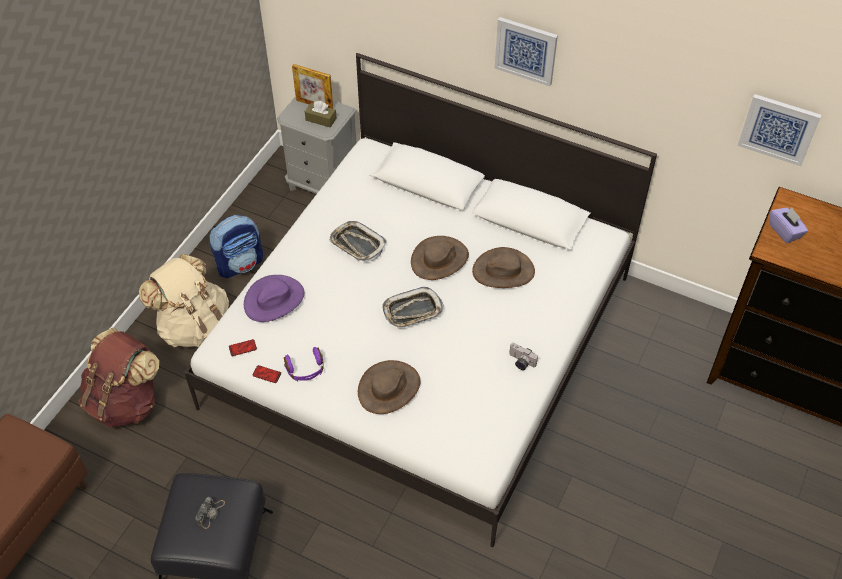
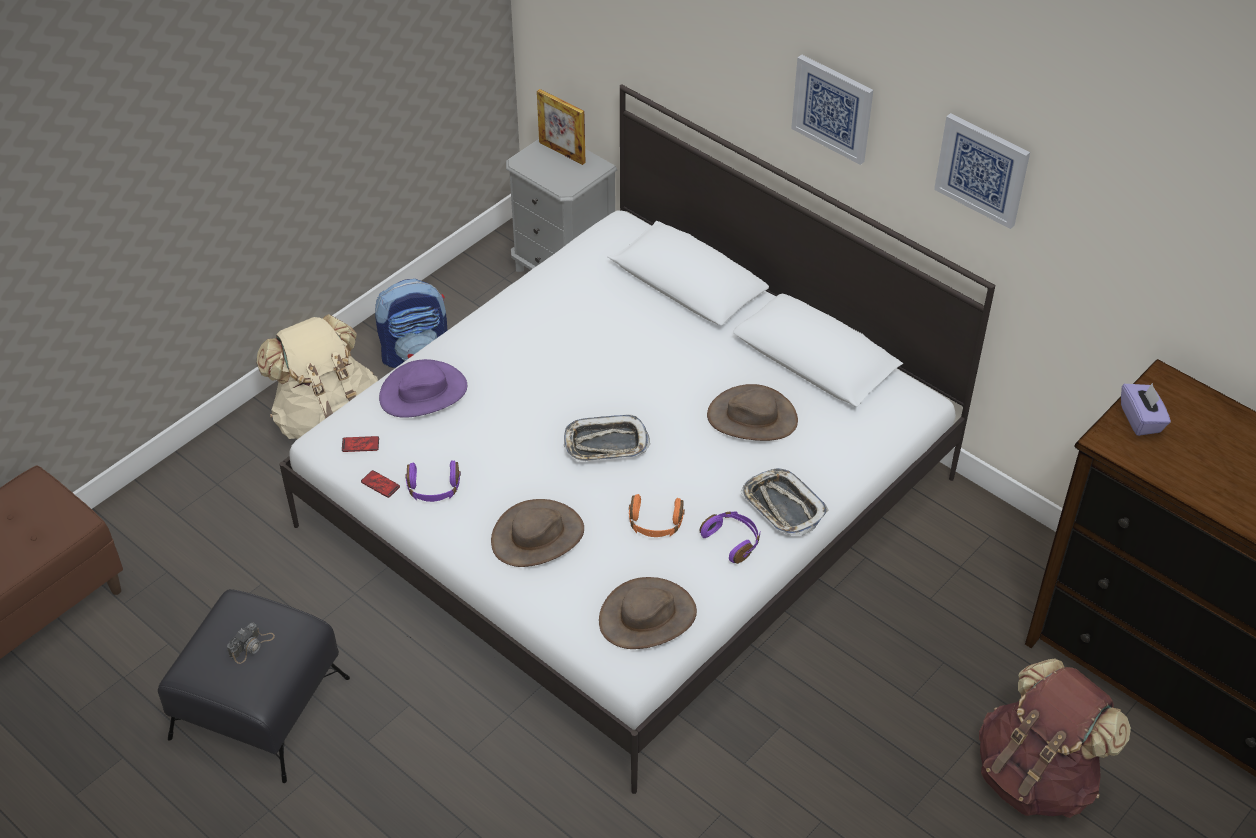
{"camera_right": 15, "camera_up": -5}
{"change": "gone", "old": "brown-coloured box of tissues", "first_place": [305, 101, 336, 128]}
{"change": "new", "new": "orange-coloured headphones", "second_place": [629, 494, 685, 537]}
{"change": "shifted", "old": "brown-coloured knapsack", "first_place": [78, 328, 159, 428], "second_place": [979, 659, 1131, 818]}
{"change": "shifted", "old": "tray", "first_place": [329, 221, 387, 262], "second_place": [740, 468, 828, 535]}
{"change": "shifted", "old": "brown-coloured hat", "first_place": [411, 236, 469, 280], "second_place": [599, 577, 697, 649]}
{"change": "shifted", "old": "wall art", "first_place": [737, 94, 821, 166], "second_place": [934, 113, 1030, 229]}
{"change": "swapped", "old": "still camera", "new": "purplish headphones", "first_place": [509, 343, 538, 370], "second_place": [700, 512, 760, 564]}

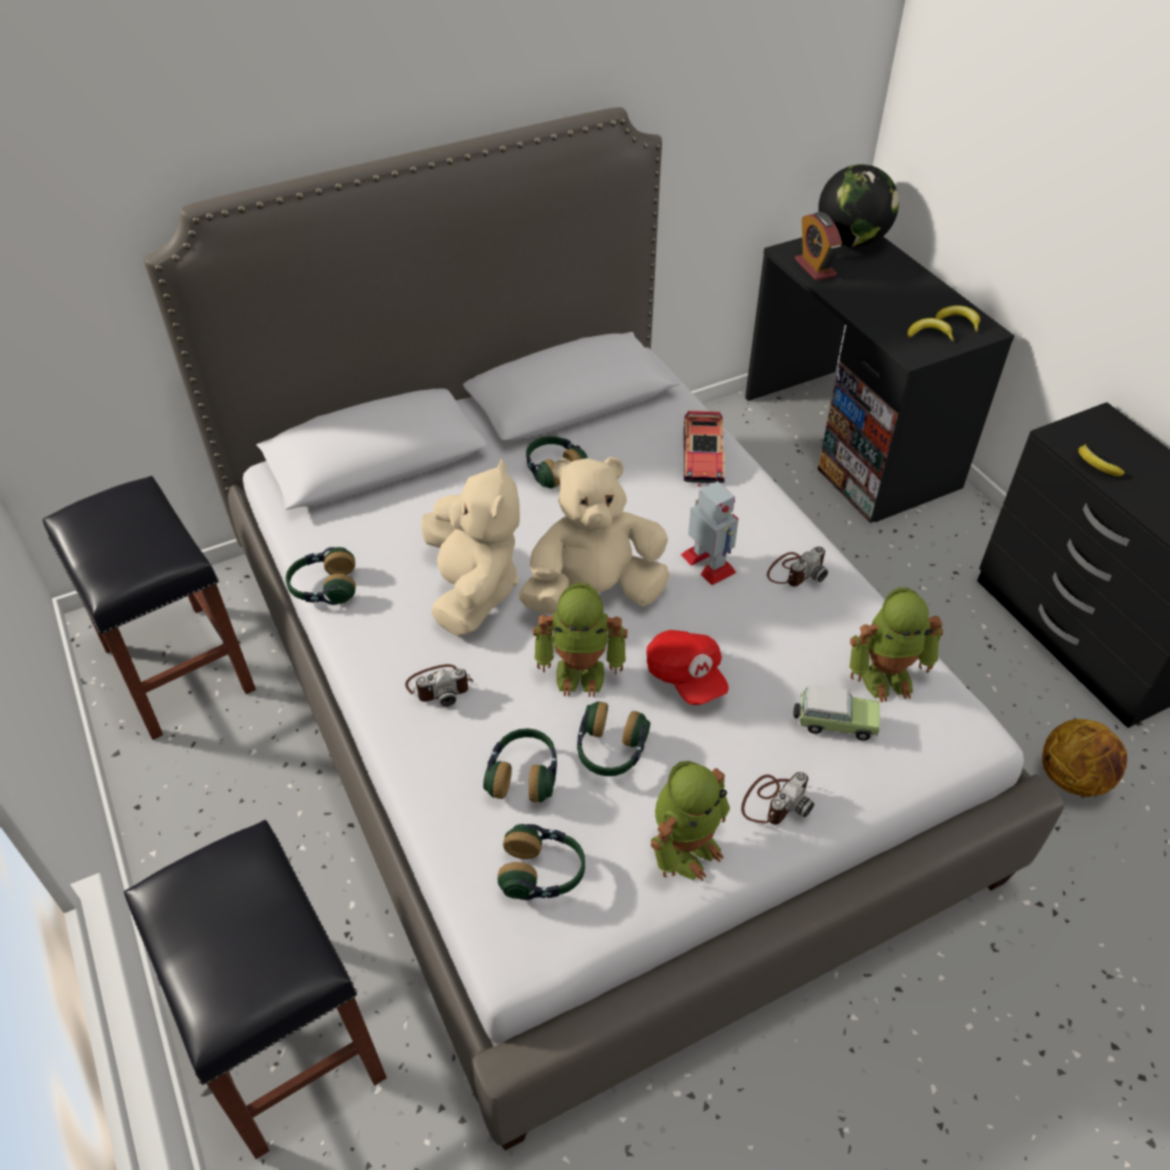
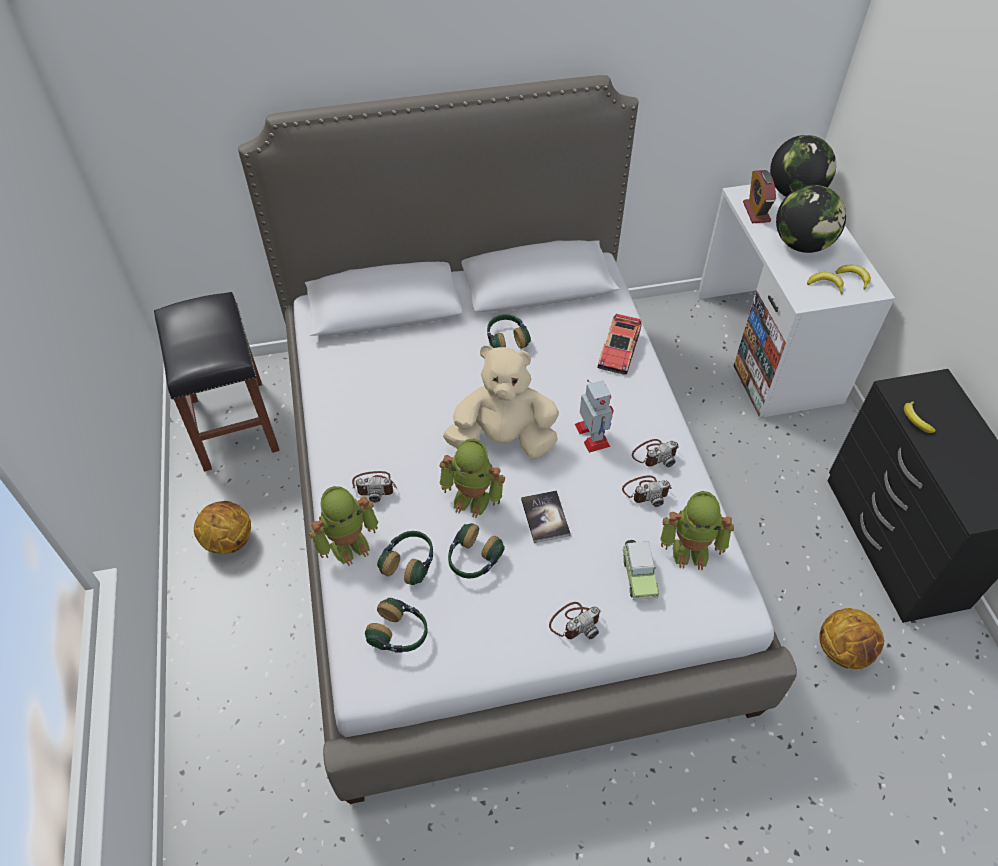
{"camera_right": 15, "camera_up": 5}
{"change": "gone", "old": "black-coloured sitting stool", "first_place": [124, 820, 387, 1159]}
{"change": "gone", "old": "headphones", "first_place": [286, 547, 356, 605]}
{"change": "gone", "old": "sand-coloured soft toy", "first_place": [421, 458, 520, 636]}
{"change": "new", "new": "ball for basketball", "second_place": [194, 501, 251, 554]}
{"change": "new", "new": "still camera", "second_place": [622, 476, 672, 507]}
{"change": "new", "new": "globe", "second_place": [776, 185, 846, 253]}
{"change": "shifted", "old": "model robot", "first_place": [651, 761, 730, 881], "second_place": [309, 486, 378, 566]}
{"change": "swapped", "old": "reddish cap", "new": "bound book", "first_place": [646, 630, 729, 705], "second_place": [521, 490, 571, 543]}
{"change": "repainted", "old": "black-coloured desk unit", "new": "white-coloured desk unit", "first_place": [745, 237, 1014, 523], "second_place": [697, 184, 895, 417]}
{"change": "rotated", "old": "toy car", "first_place": [793, 685, 880, 740], "second_place": [622, 540, 659, 600], "degrees": 60}

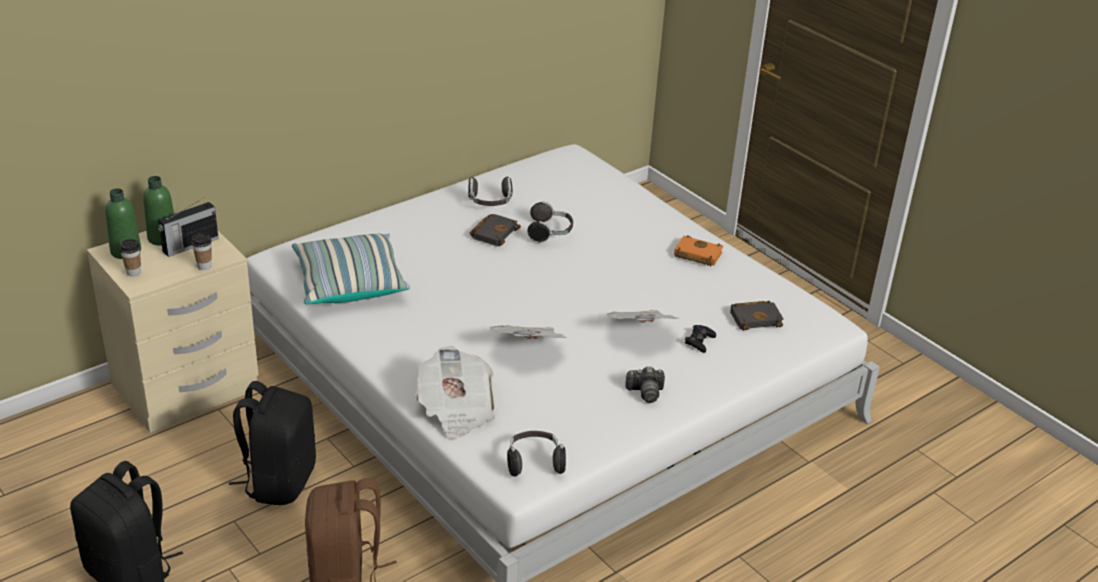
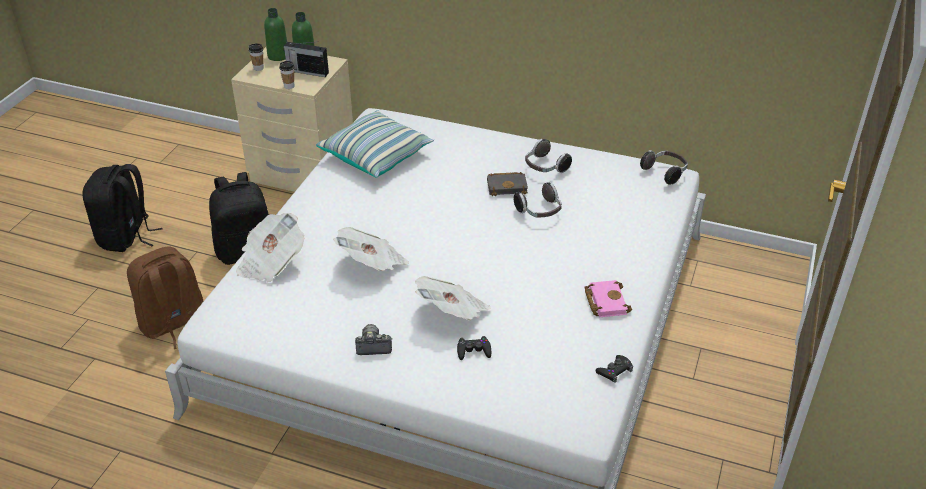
{"camera_right": 60, "camera_up": 5}
{"change": "gone", "old": "black-coloured bound book", "first_place": [730, 301, 784, 330]}
{"change": "new", "new": "black-coloured gamepad", "second_place": [596, 355, 633, 383]}
{"change": "shifted", "old": "headphones", "first_place": [507, 431, 566, 477], "second_place": [640, 150, 688, 185]}
{"change": "repainted", "old": "orange-coloured bound book", "new": "pink bound book", "first_place": [674, 235, 723, 266], "second_place": [584, 280, 632, 317]}
{"change": "rotated", "old": "still camera", "first_place": [625, 367, 665, 403], "second_place": [355, 324, 393, 355], "degrees": 120}

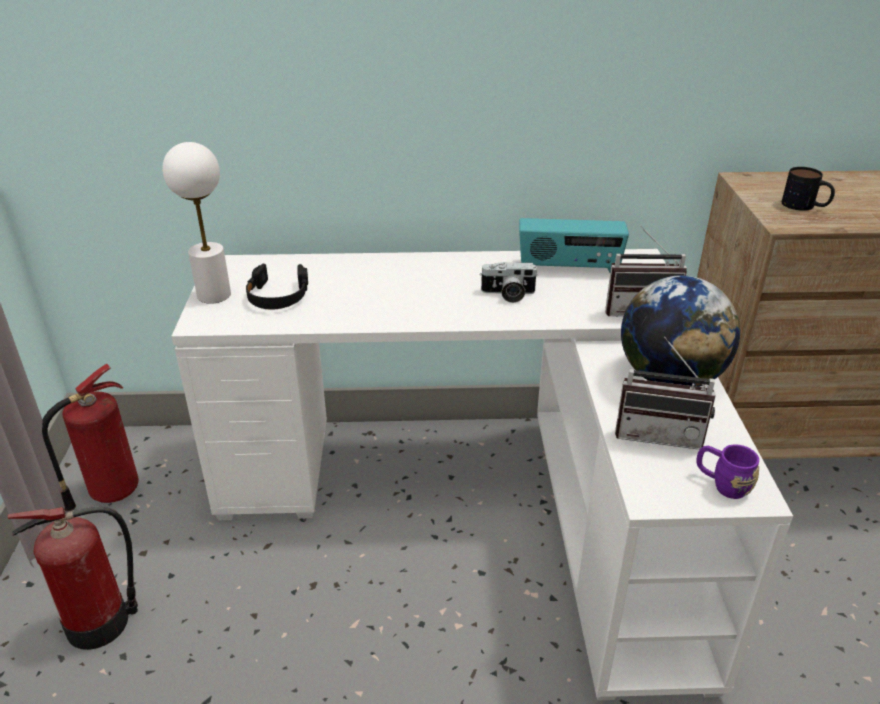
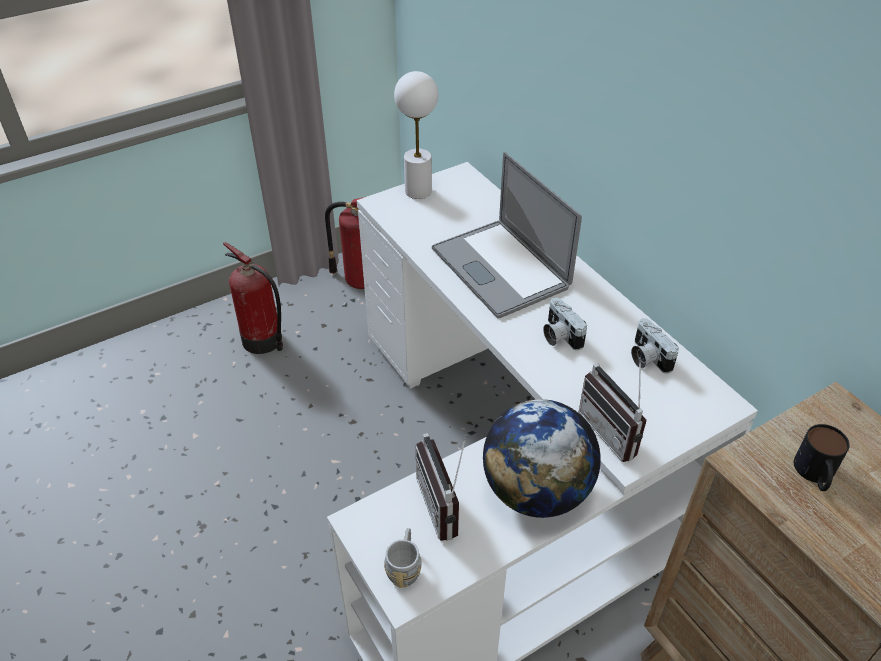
{"camera_right": 60, "camera_up": 10}
{"change": "gone", "old": "black-coloured headphones", "first_place": [246, 264, 308, 310]}
{"change": "new", "new": "laptop", "second_place": [432, 152, 582, 318]}
{"change": "swapped", "old": "radio", "new": "still camera", "first_place": [519, 218, 629, 273], "second_place": [631, 318, 679, 374]}
{"change": "repainted", "old": "purplish mug", "new": "gray mug", "first_place": [696, 444, 759, 499], "second_place": [384, 528, 421, 588]}

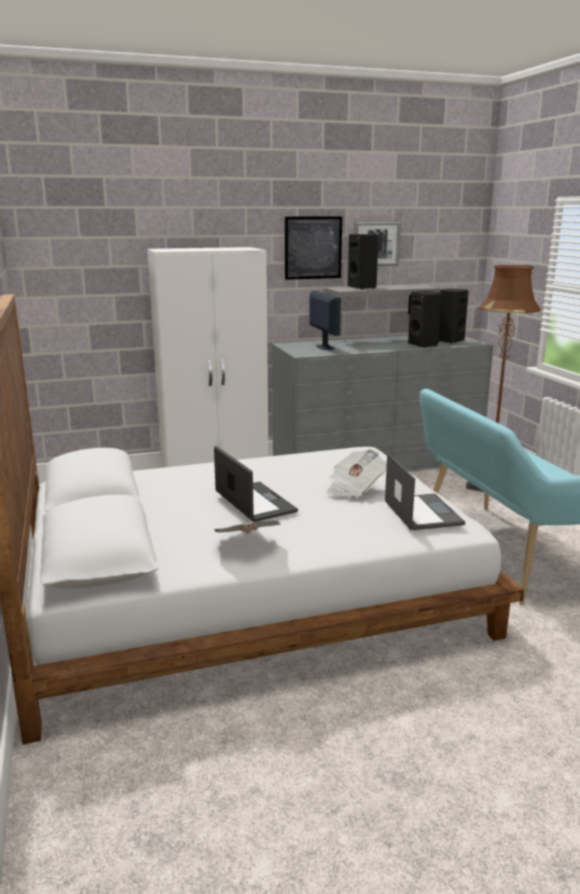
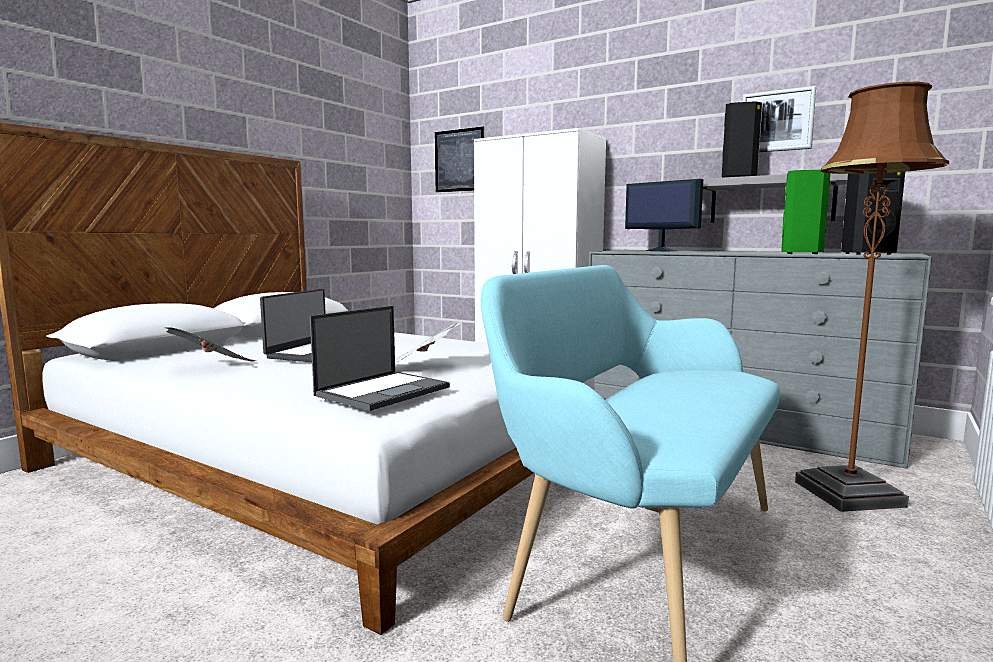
{"camera_right": 50, "camera_up": -10}
{"change": "shifted", "old": "wall art", "first_place": [285, 216, 342, 280], "second_place": [435, 127, 484, 192]}
{"change": "repainted", "old": "black-coloured loudspeaker", "new": "greenish loudspeaker", "first_place": [408, 291, 442, 348], "second_place": [781, 170, 830, 254]}
{"change": "rotated", "old": "computer screen", "first_place": [309, 291, 341, 350], "second_place": [625, 179, 703, 251], "degrees": -75}

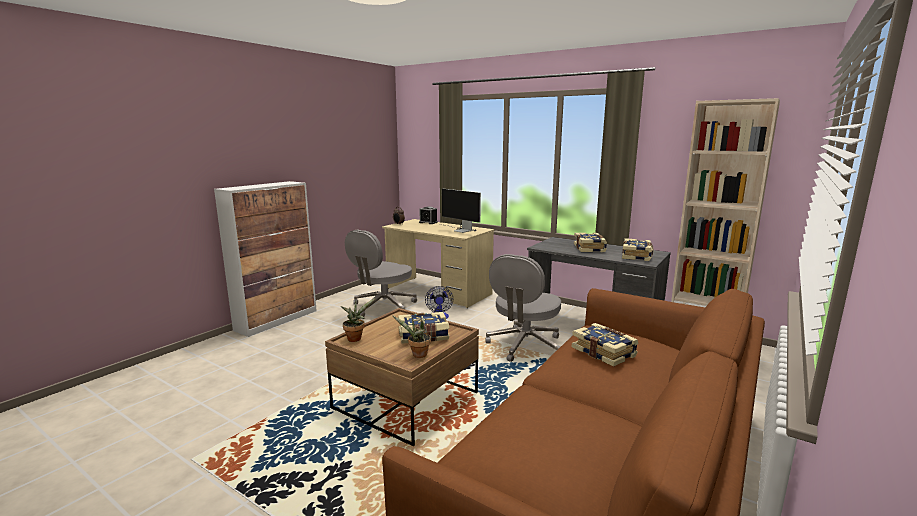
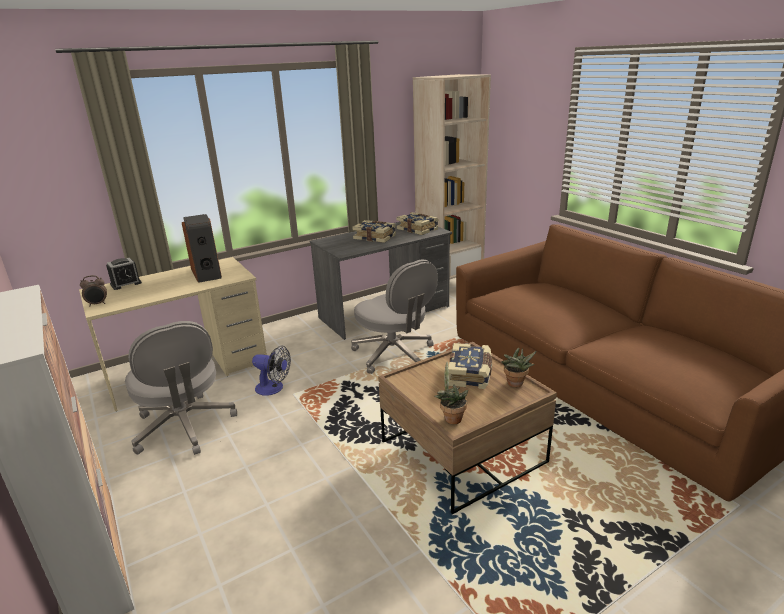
{"camera_right": -65, "camera_up": 10}
{"change": "gone", "old": "bound book", "first_place": [572, 323, 638, 367]}
{"change": "swapped", "old": "computer screen", "new": "loudspeaker", "first_place": [439, 189, 481, 233], "second_place": [182, 214, 222, 283]}

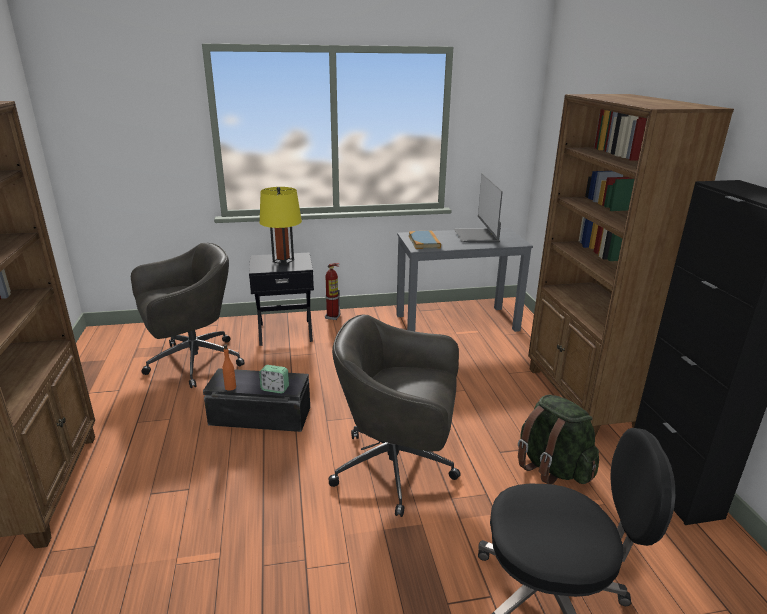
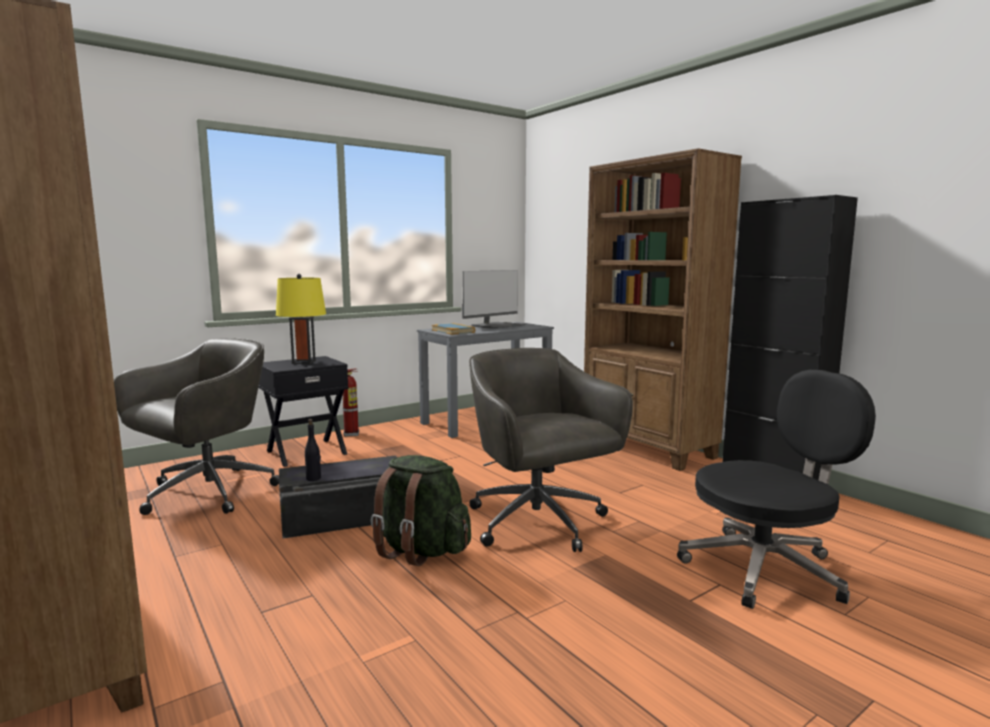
{"camera_right": -25, "camera_up": -15}
{"change": "gone", "old": "alarm clock", "first_place": [259, 365, 289, 393]}
{"change": "shifted", "old": "greenish knapsack", "first_place": [518, 395, 599, 484], "second_place": [371, 455, 471, 566]}
{"change": "repainted", "old": "orange-coloured drink bottle", "new": "black-coloured drink bottle", "first_place": [222, 345, 236, 391], "second_place": [305, 419, 321, 481]}
{"change": "rotated", "old": "gray office chair", "first_place": [328, 315, 461, 517], "second_place": [469, 348, 633, 552], "degrees": 75}
{"change": "rotated", "old": "computer screen", "first_place": [454, 174, 503, 243], "second_place": [462, 270, 526, 329], "degrees": -105}

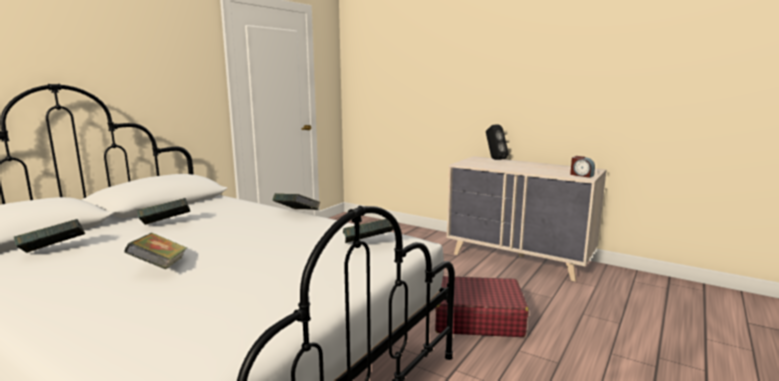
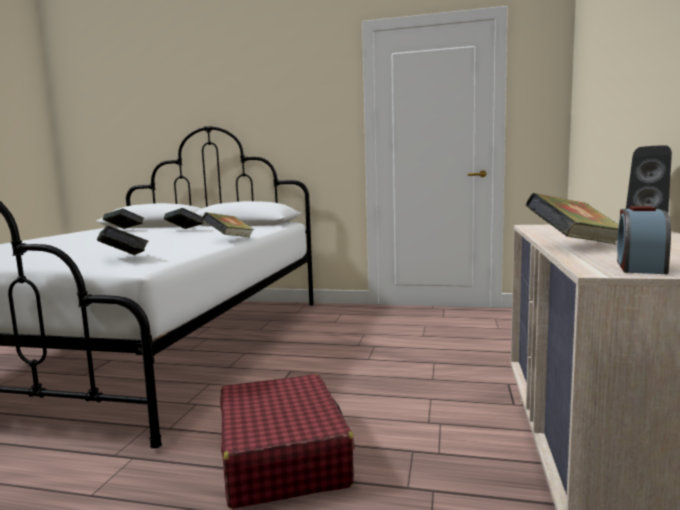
{"camera_right": 70, "camera_up": -5}
{"change": "shifted", "old": "bound book", "first_place": [124, 233, 187, 269], "second_place": [526, 193, 619, 244]}

